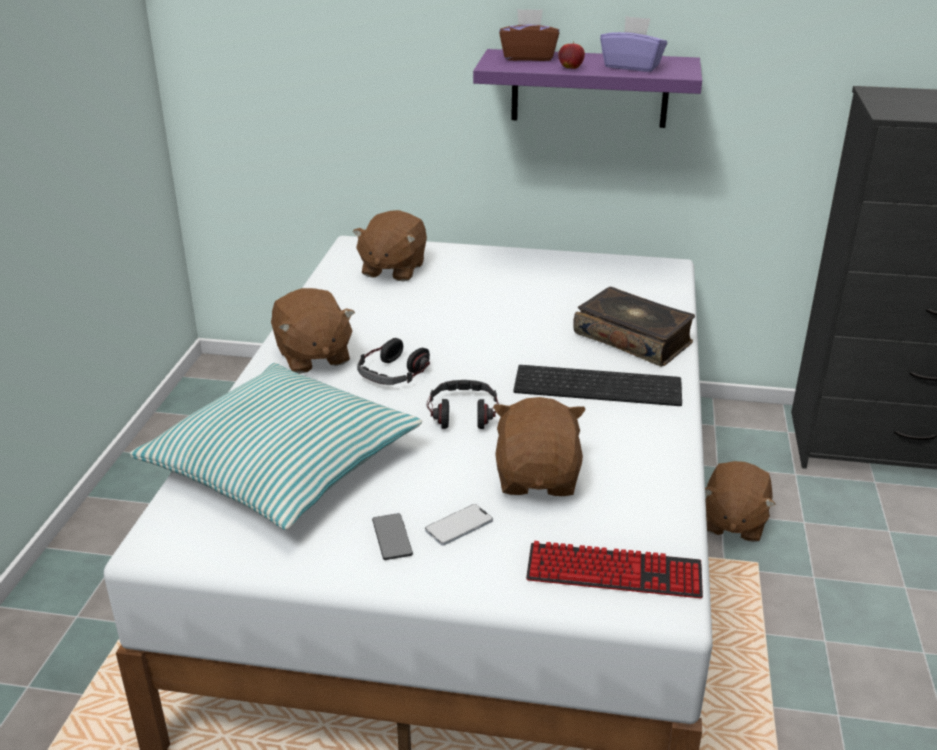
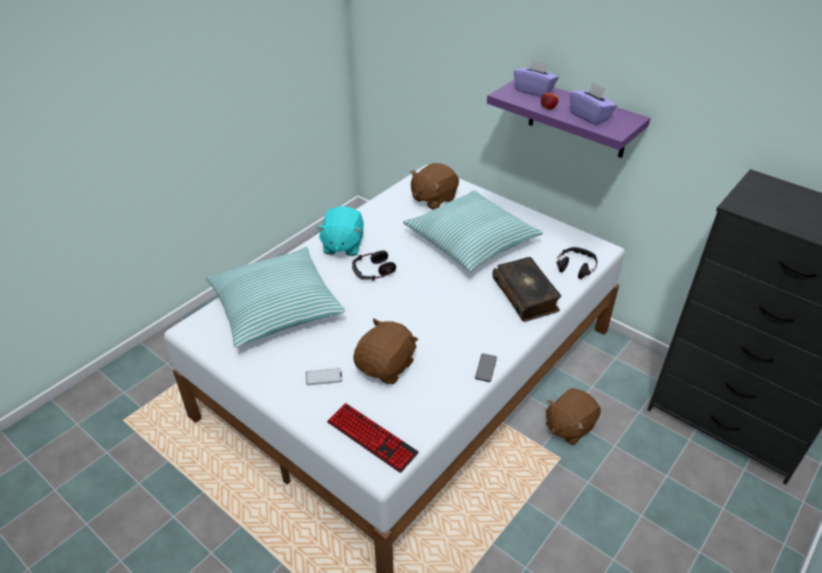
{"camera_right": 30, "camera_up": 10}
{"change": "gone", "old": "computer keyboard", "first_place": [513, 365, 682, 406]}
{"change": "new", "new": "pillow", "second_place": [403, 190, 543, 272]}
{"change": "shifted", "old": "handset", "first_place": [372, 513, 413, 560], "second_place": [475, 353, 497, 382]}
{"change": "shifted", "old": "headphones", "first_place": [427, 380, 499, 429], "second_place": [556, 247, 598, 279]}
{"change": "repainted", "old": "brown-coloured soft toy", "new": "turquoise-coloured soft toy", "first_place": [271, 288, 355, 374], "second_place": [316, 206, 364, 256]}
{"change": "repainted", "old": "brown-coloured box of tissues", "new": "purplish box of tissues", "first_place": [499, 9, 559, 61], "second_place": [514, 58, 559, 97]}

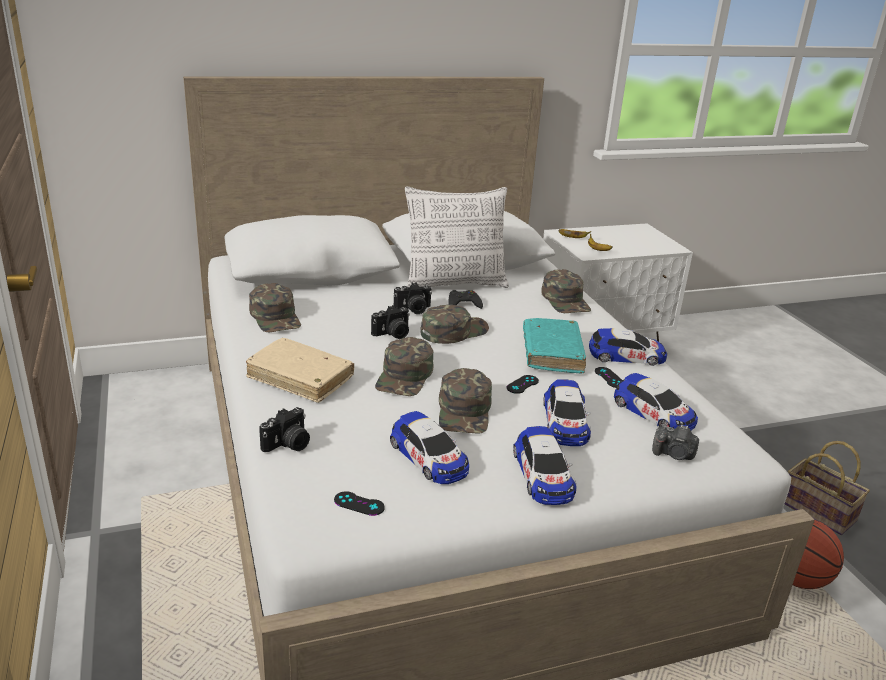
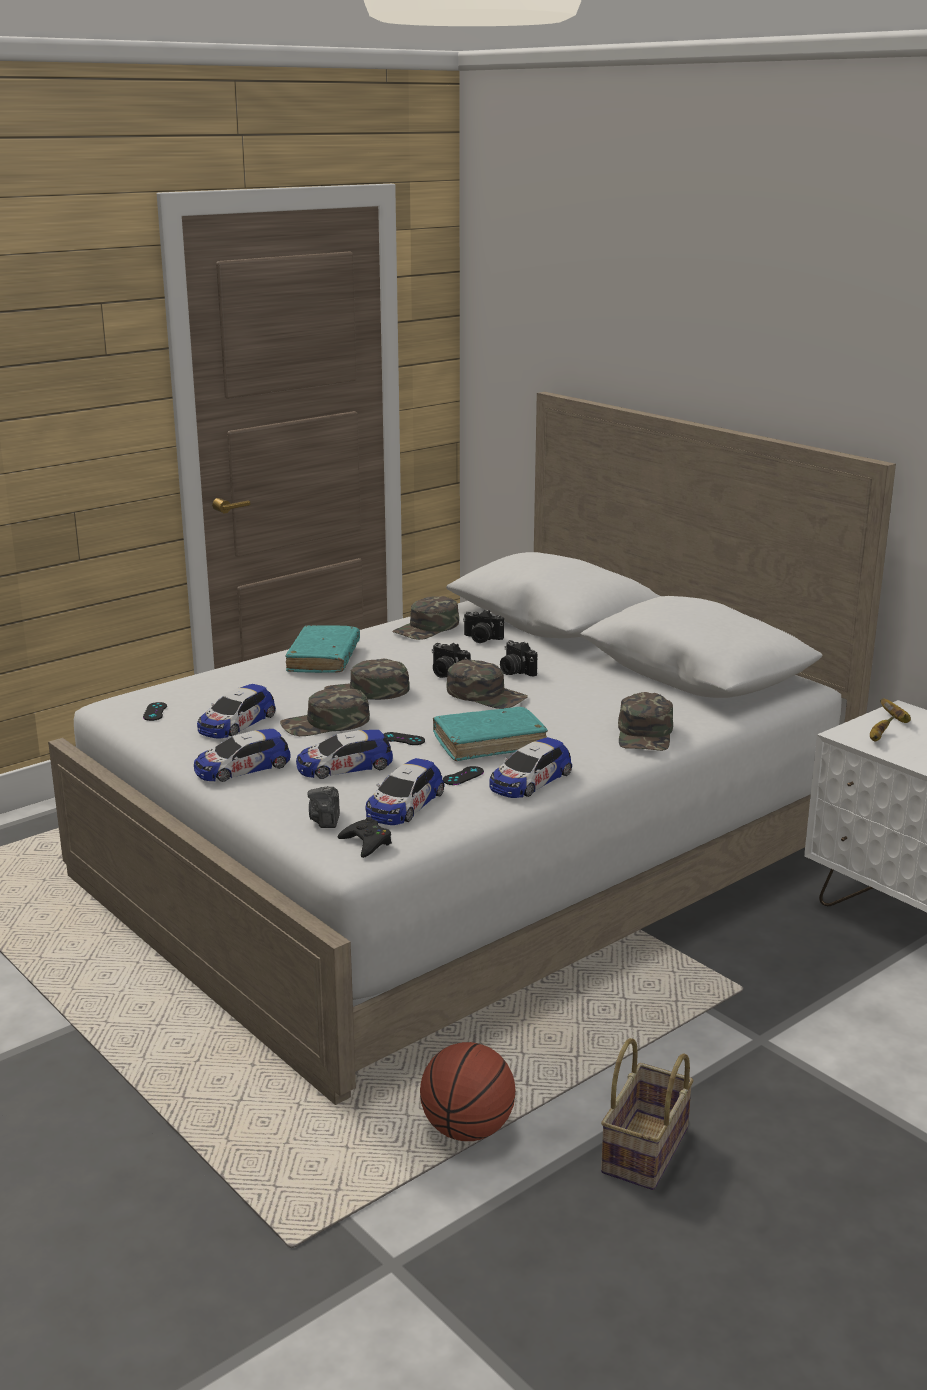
{"camera_right": 70, "camera_up": -5}
{"change": "gone", "old": "pillow", "first_place": [405, 186, 509, 288]}
{"change": "shifted", "old": "still camera", "first_place": [259, 407, 310, 452], "second_place": [463, 610, 504, 643]}
{"change": "shifted", "old": "black-coloured gamepad", "first_place": [449, 290, 483, 309], "second_place": [338, 817, 392, 858]}
{"change": "repainted", "old": "sand-coloured bound book", "new": "turquoise-coloured bound book", "first_place": [246, 338, 354, 403], "second_place": [285, 626, 360, 673]}
{"change": "rotated", "old": "greenish cap", "first_place": [541, 269, 591, 313], "second_place": [618, 692, 673, 751], "degrees": -45}
{"change": "rotated", "old": "toy car", "first_place": [589, 328, 667, 366], "second_place": [490, 737, 572, 798], "degrees": 60}

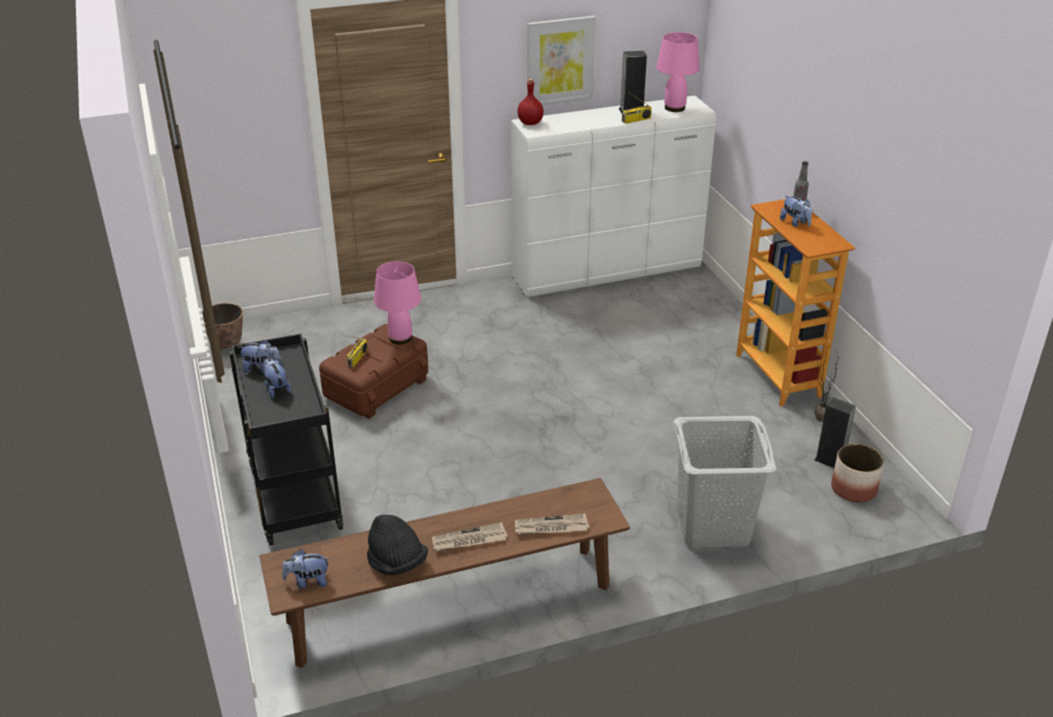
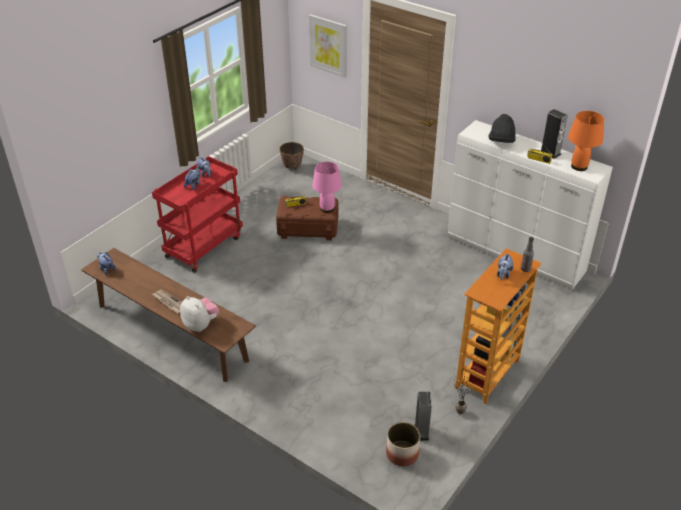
{"camera_right": 55, "camera_up": 5}
{"change": "gone", "old": "reddish drink bottle", "first_place": [517, 79, 544, 125]}
{"change": "gone", "old": "gray laundry basket", "first_place": [673, 416, 776, 548]}
{"change": "shifted", "old": "black-coloured hat", "first_place": [367, 515, 428, 575], "second_place": [489, 114, 516, 143]}
{"change": "shifted", "old": "wall art", "first_place": [528, 16, 596, 106], "second_place": [309, 14, 347, 78]}
{"change": "swapped", "old": "daily paper", "new": "soft toy", "first_place": [515, 513, 589, 535], "second_place": [180, 296, 220, 332]}
{"change": "repainted", "old": "black-coloured trolley", "new": "reddish trolley", "first_place": [229, 334, 343, 546], "second_place": [152, 156, 243, 273]}
{"change": "repainted", "old": "pink table lamp", "new": "orange-coloured table lamp", "first_place": [656, 32, 700, 112], "second_place": [568, 111, 604, 171]}

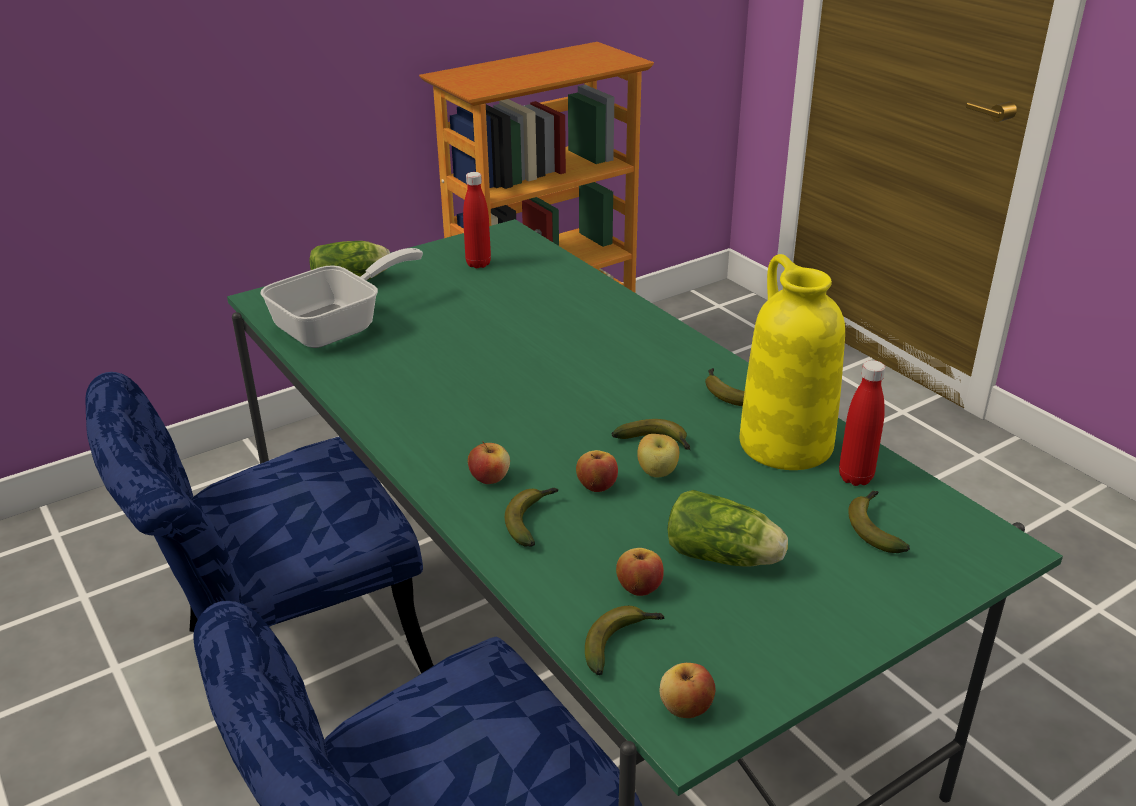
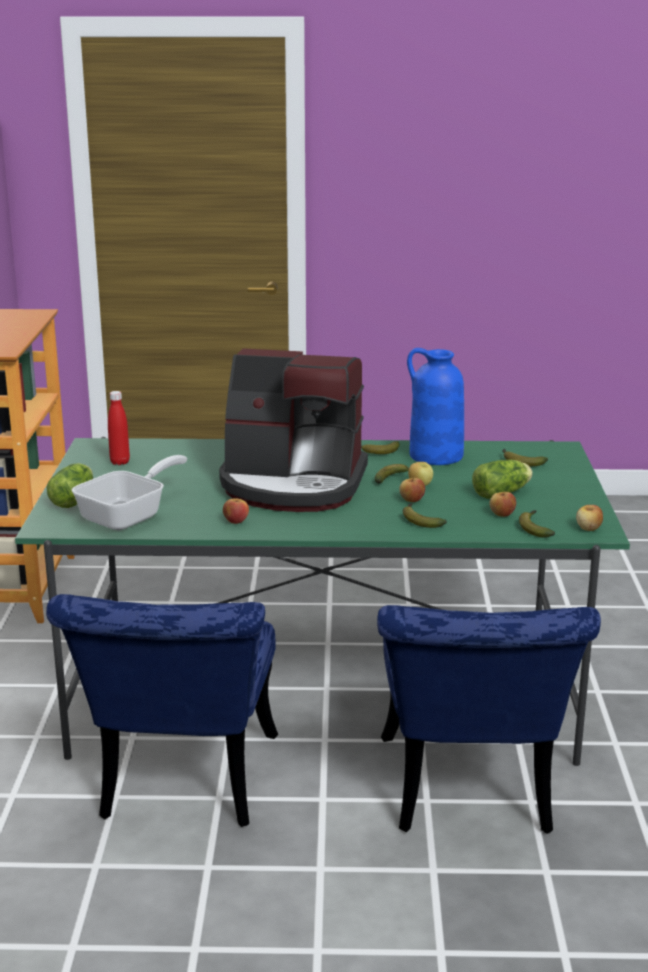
{"camera_right": -55, "camera_up": -10}
{"change": "gone", "old": "reddish drink bottle", "first_place": [839, 360, 885, 486]}
{"change": "new", "new": "coffee brewer", "second_place": [219, 348, 368, 512]}
{"change": "shifted", "old": "whole apple", "first_place": [468, 442, 510, 484], "second_place": [223, 498, 249, 524]}
{"change": "repainted", "old": "yellow flower vase", "new": "blue flower vase", "first_place": [740, 254, 845, 470], "second_place": [407, 348, 464, 465]}
{"change": "rotated", "old": "pan", "first_place": [260, 248, 423, 348], "second_place": [72, 455, 187, 530], "degrees": 45}

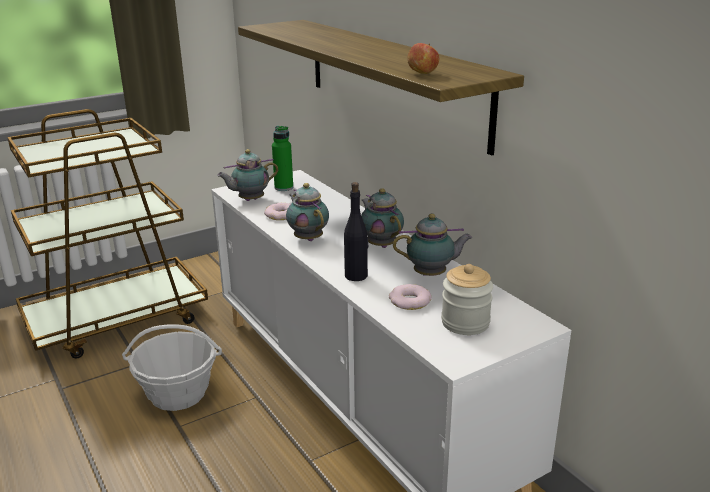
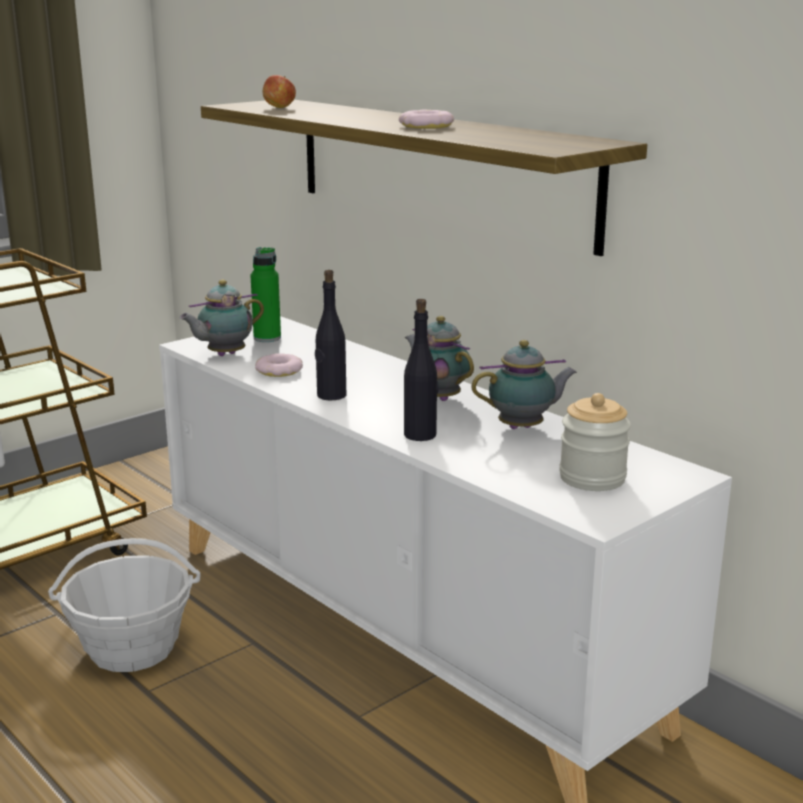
{"camera_right": -10, "camera_up": -5}
{"change": "shifted", "old": "doughnut", "first_place": [389, 284, 432, 310], "second_place": [399, 110, 454, 129]}
{"change": "shifted", "old": "whole apple", "first_place": [407, 43, 439, 74], "second_place": [263, 75, 296, 108]}
{"change": "swapped", "old": "teapot", "new": "black-coloured drink bottle", "first_place": [286, 183, 329, 241], "second_place": [315, 270, 346, 400]}

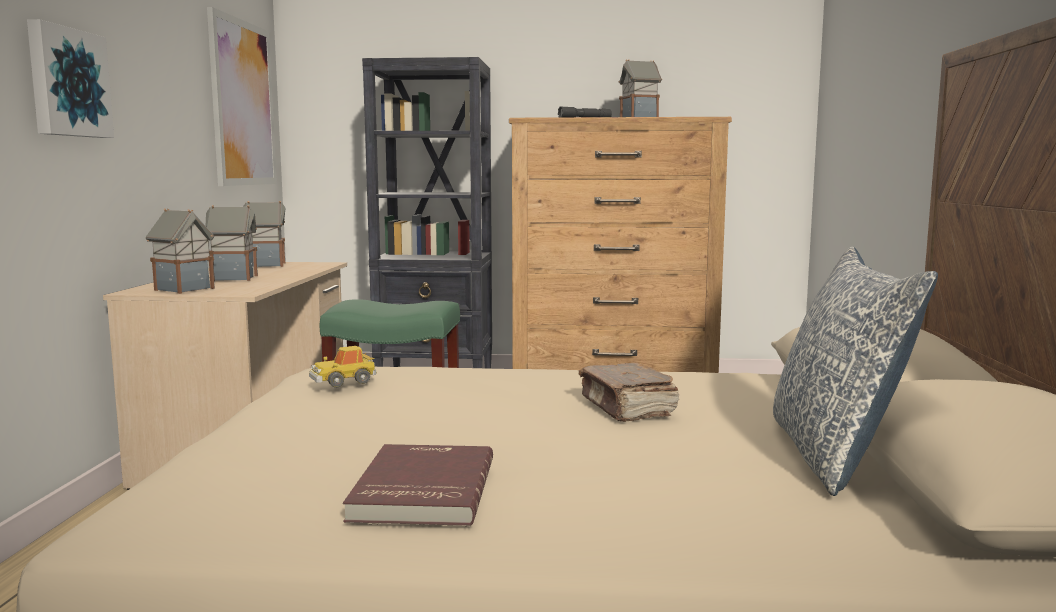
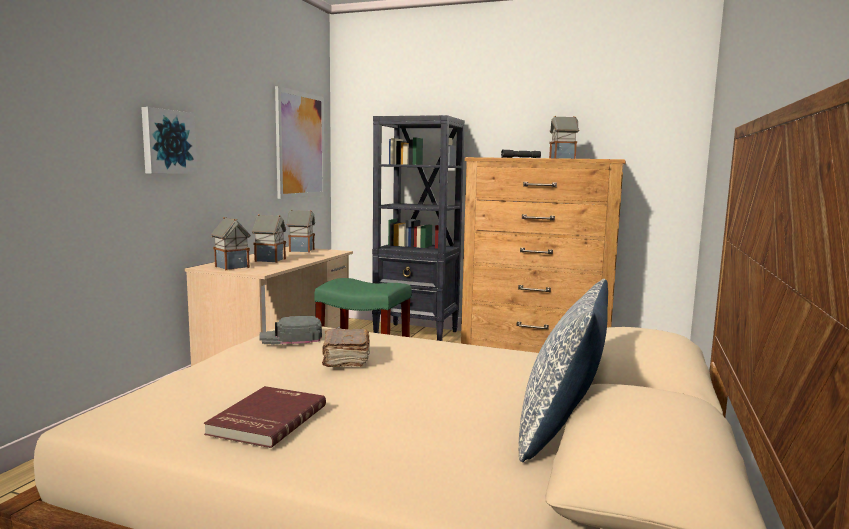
{"camera_right": 15, "camera_up": 0}
{"change": "shifted", "old": "brown-coloured bound book", "first_place": [579, 363, 679, 422], "second_place": [322, 329, 370, 367]}
{"change": "swapped", "old": "toy car", "new": "gray cap", "first_place": [309, 346, 377, 388], "second_place": [260, 316, 322, 345]}

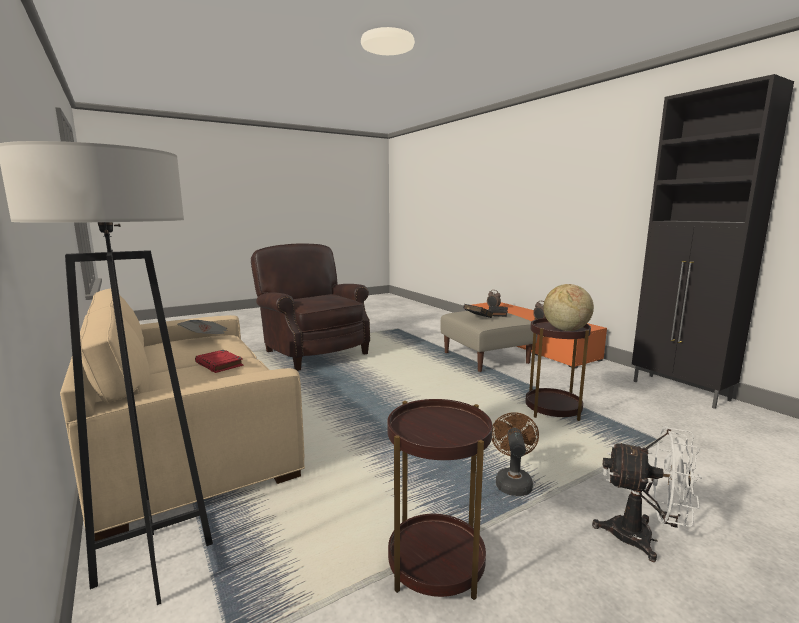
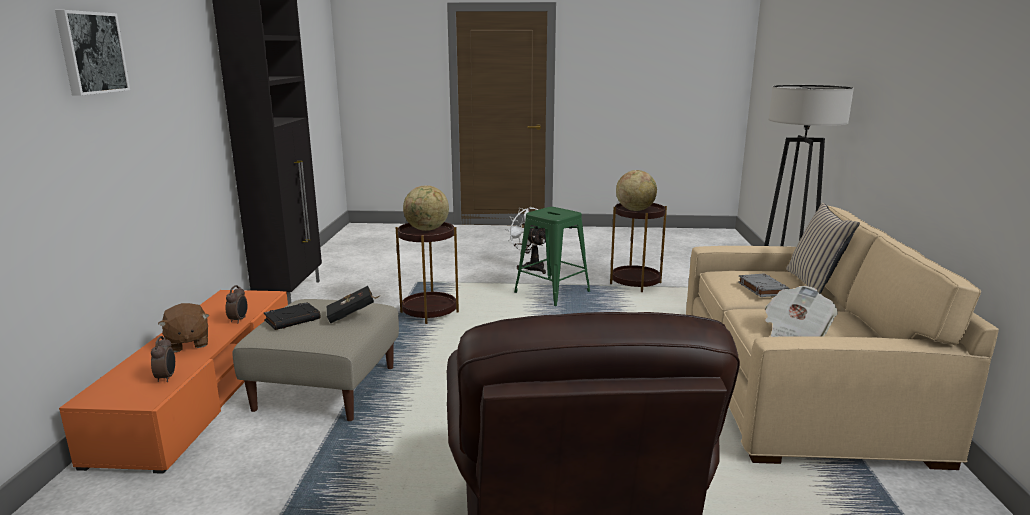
{"camera_right": -145, "camera_up": 5}
{"change": "new", "new": "wall art", "second_place": [55, 10, 130, 96]}
{"change": "new", "new": "brown-coloured soft toy", "second_place": [158, 303, 209, 353]}
{"change": "new", "new": "globe", "second_place": [616, 170, 657, 211]}
{"change": "new", "new": "sand-coloured pillow", "second_place": [786, 203, 860, 294]}
{"change": "swapped", "old": "brown-coloured cooling fan", "new": "greenish sitting stool", "first_place": [492, 412, 539, 496], "second_place": [514, 207, 590, 306]}
{"change": "repainted", "old": "reddish bound book", "new": "gray bound book", "first_place": [195, 350, 243, 373], "second_place": [738, 273, 790, 297]}

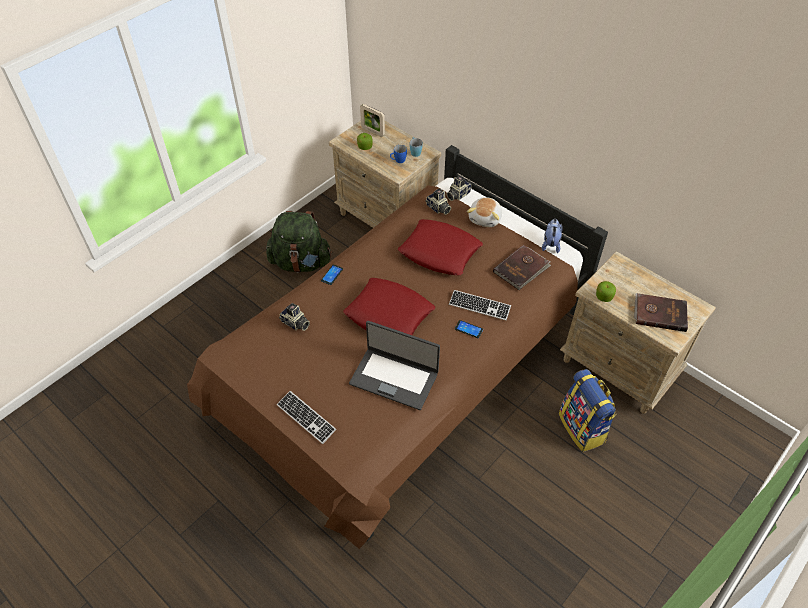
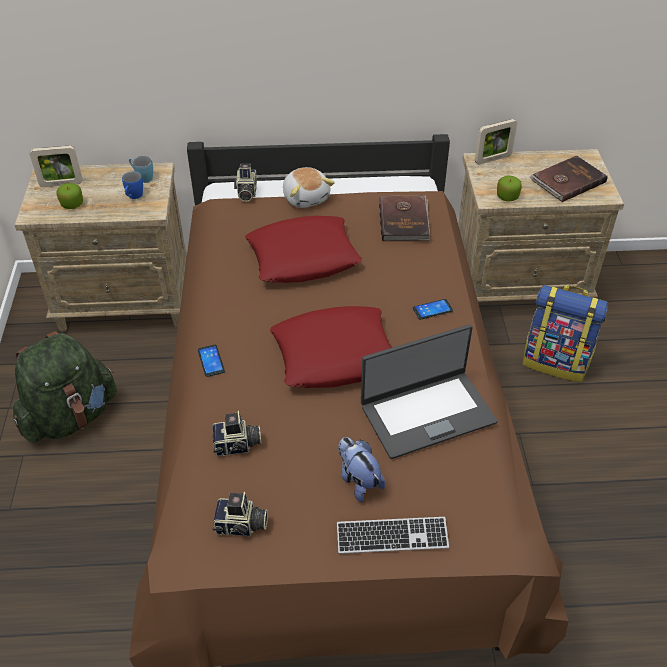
{"camera_right": -45, "camera_up": -5}
{"change": "gone", "old": "computer keyboard", "first_place": [449, 290, 511, 320]}
{"change": "new", "new": "photo frame", "second_place": [475, 119, 517, 165]}
{"change": "shifted", "old": "still camera", "first_place": [425, 188, 451, 215], "second_place": [213, 492, 268, 536]}
{"change": "shifted", "old": "soft toy", "first_place": [542, 219, 563, 253], "second_place": [338, 437, 385, 502]}

